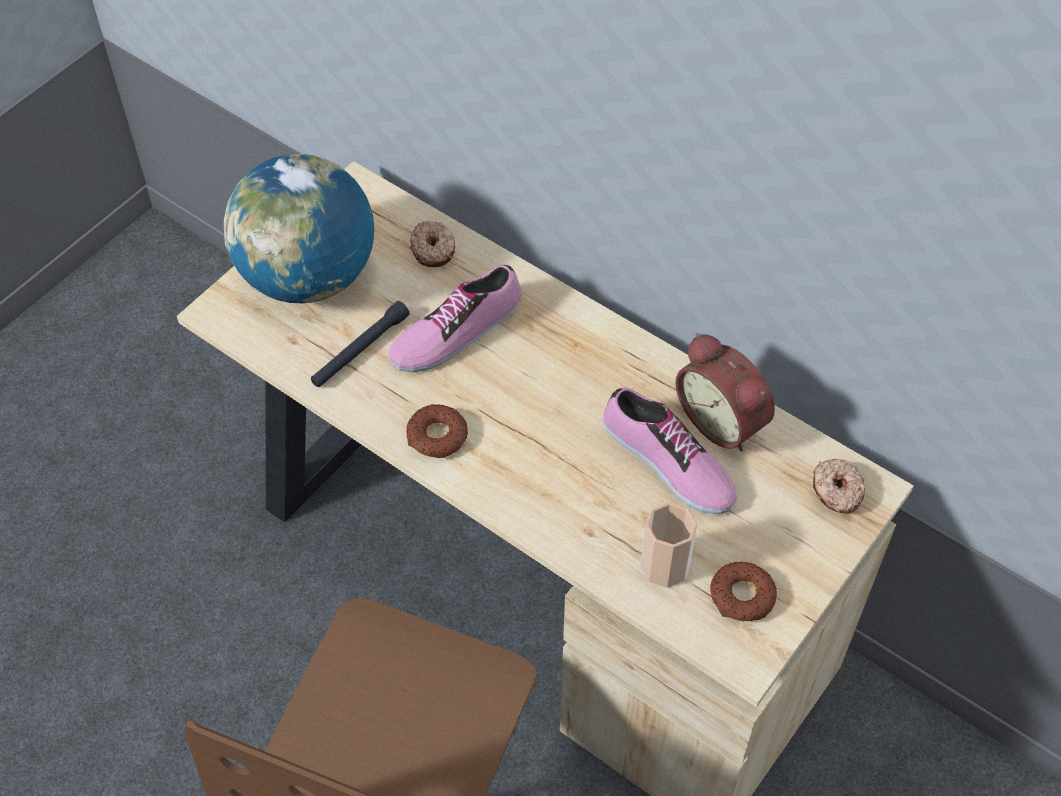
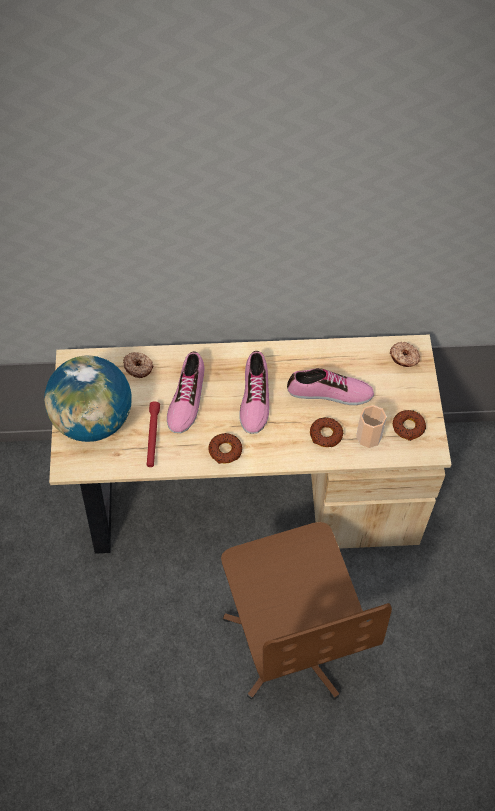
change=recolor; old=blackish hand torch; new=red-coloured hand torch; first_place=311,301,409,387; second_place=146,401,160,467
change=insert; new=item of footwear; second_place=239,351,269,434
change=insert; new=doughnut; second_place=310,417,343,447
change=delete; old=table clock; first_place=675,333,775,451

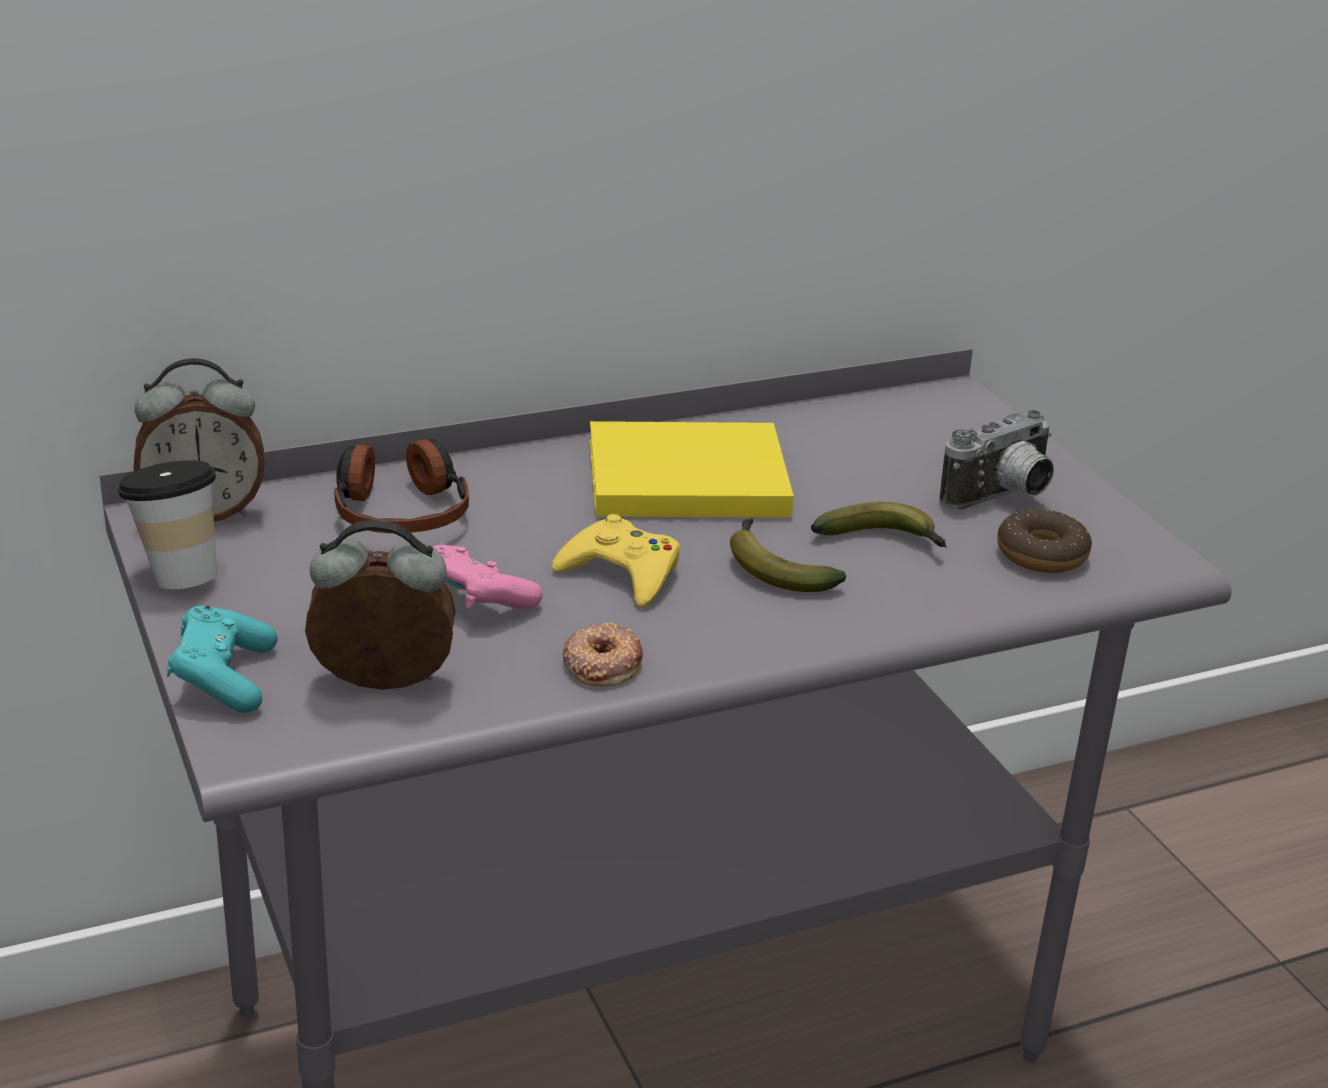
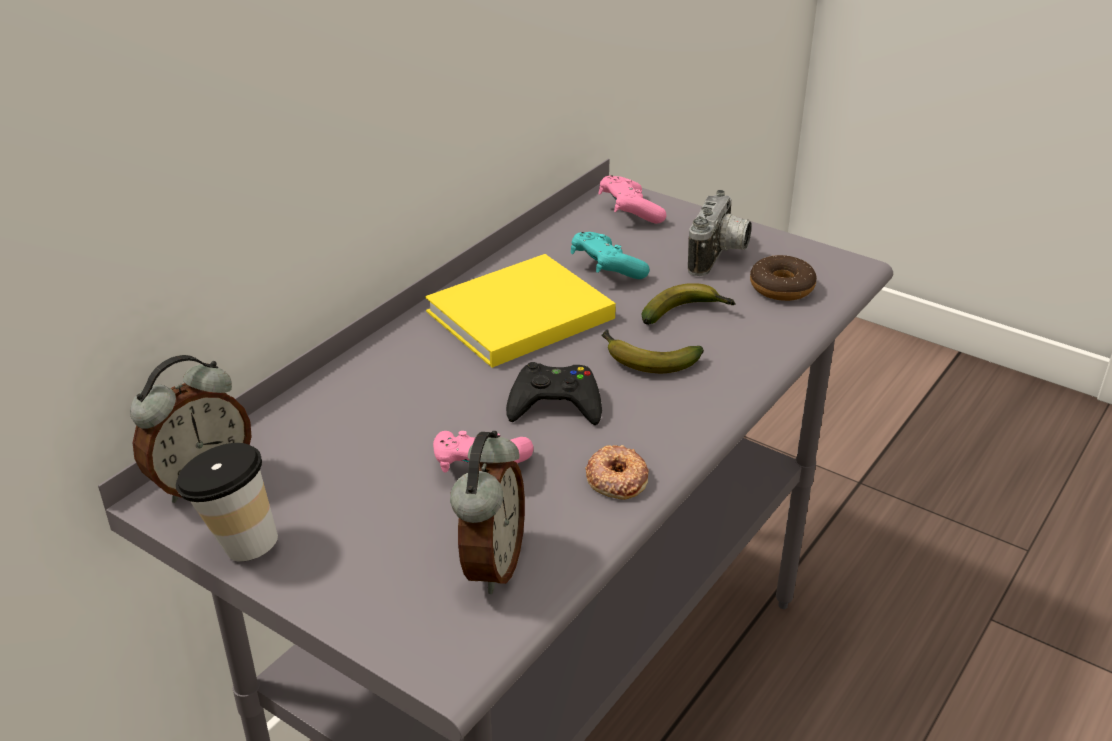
change=rotate; old=table clock; first_place=305,520,456,690; second_place=450,431,525,594; degrees=135
change=recolor; old=yellow-coloured game controller; new=blackish game controller; first_place=552,514,680,608; second_place=506,362,602,425
change=move; old=turquoise game controller; first_place=167,606,278,713; second_place=571,232,650,279
change=insert; new=pink-coloured game controller; second_place=599,175,666,224
change=delete; old=headset; first_place=334,439,469,533

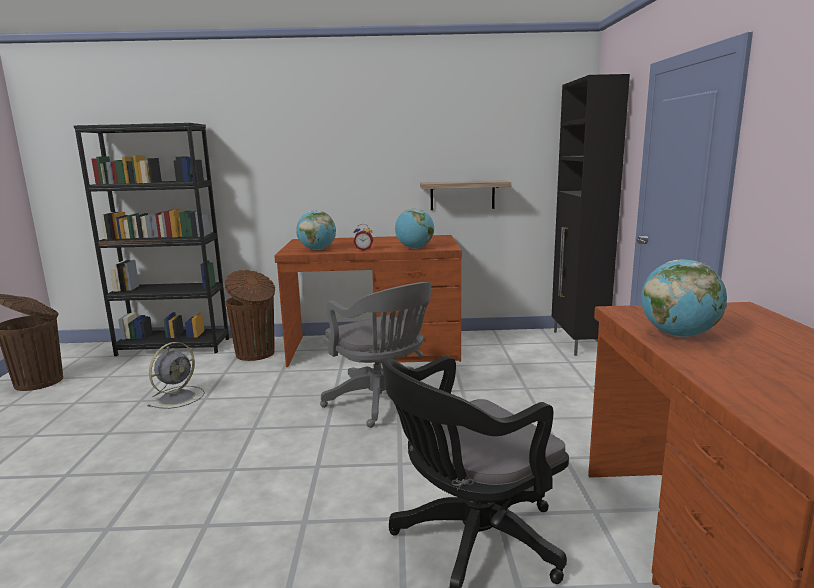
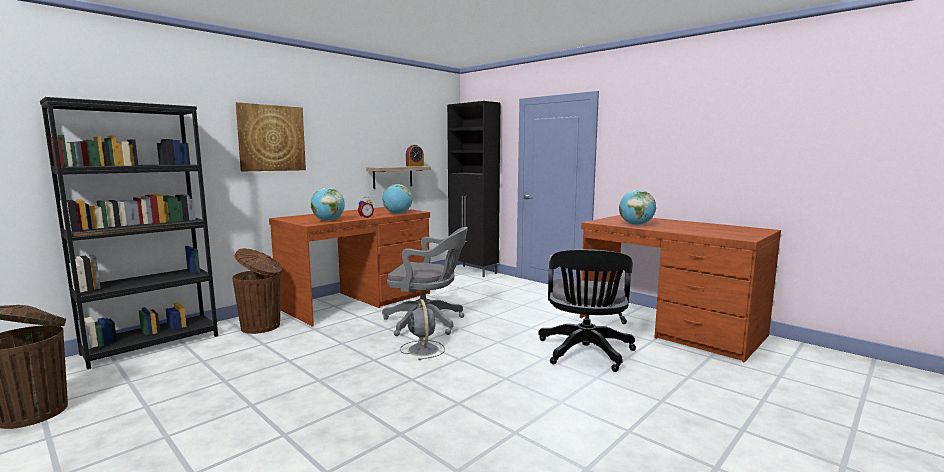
change=insert; new=wall art; second_place=236,102,306,171
change=move; old=grey fan; first_place=147,342,205,409; second_place=400,299,445,360
change=insert; new=table clock; second_place=406,145,424,167

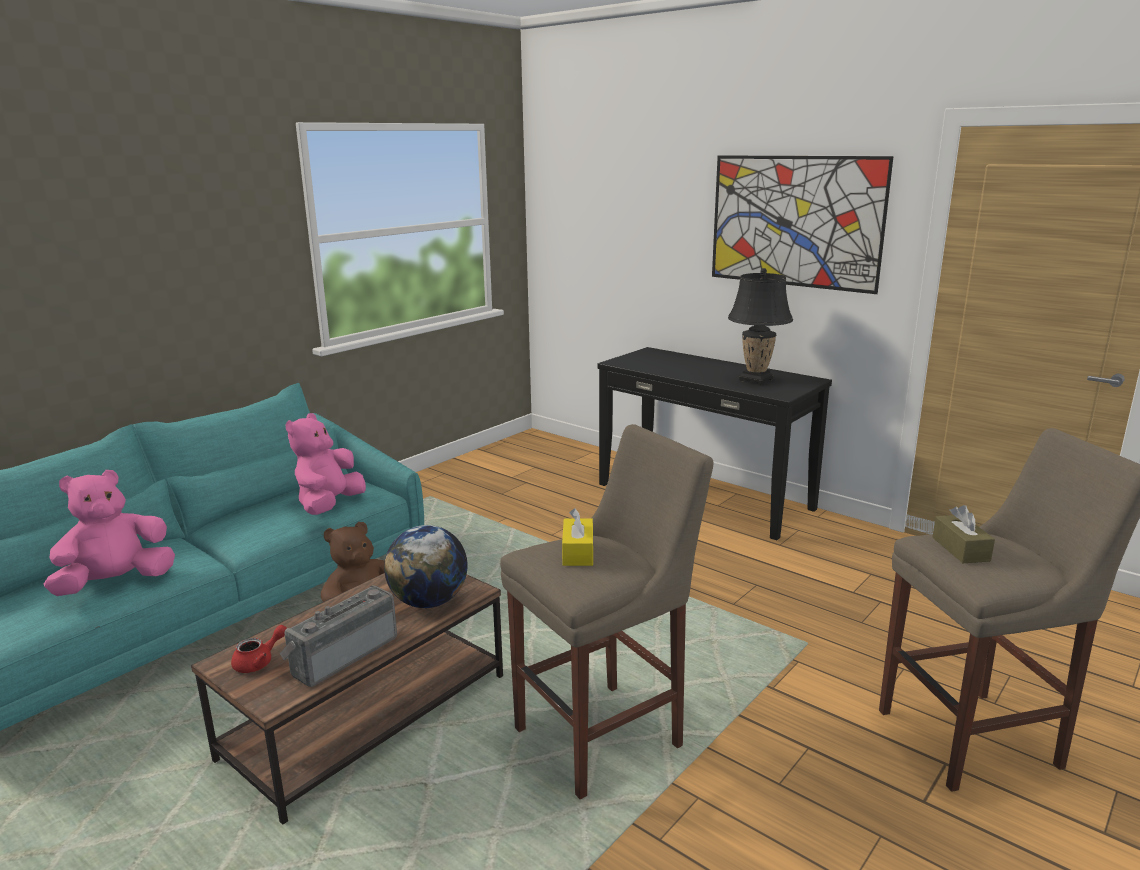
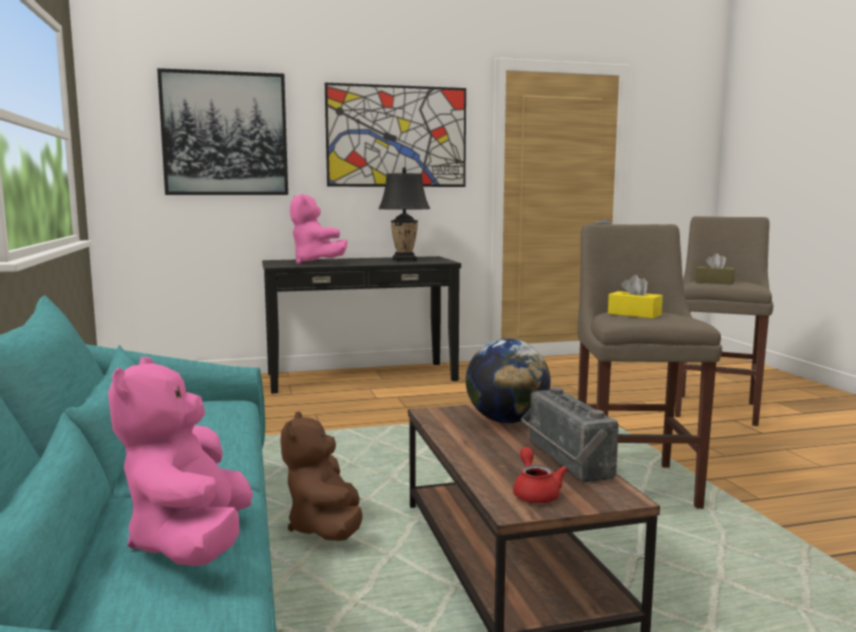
change=insert; new=wall art; second_place=157,68,288,195
change=move; old=pink-coloured soft toy; first_place=286,413,366,515; second_place=290,193,348,264

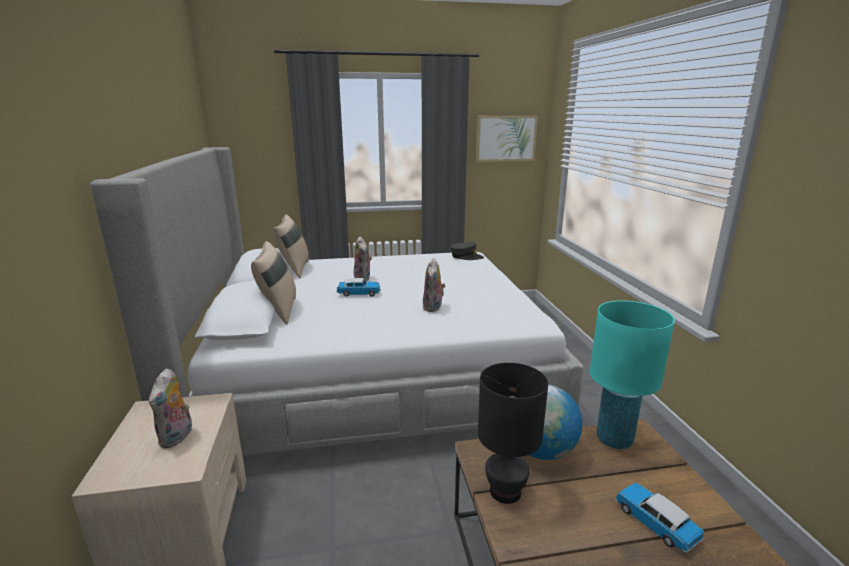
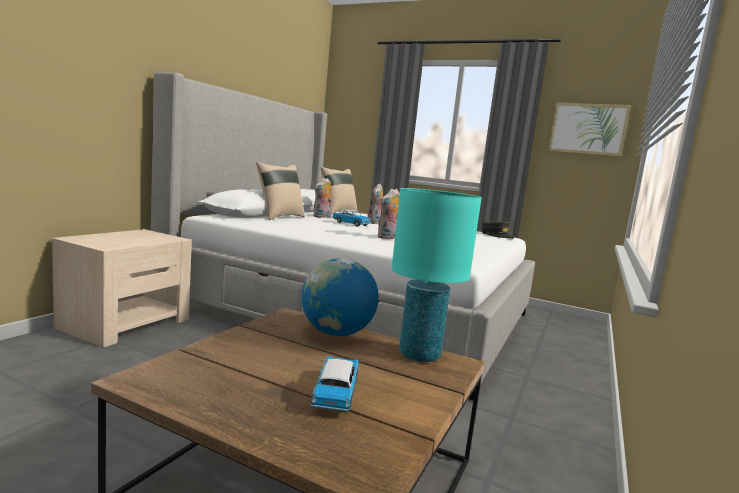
change=move; old=soft toy; first_place=148,368,192,448; second_place=313,178,331,218
change=delete; old=blackish tabletop lamp; first_place=478,363,548,504

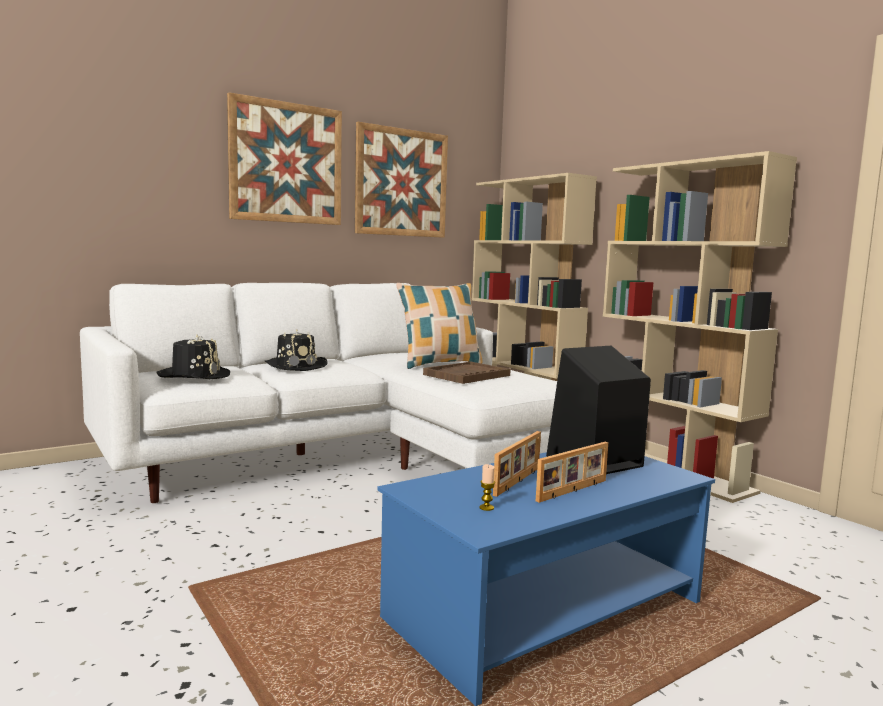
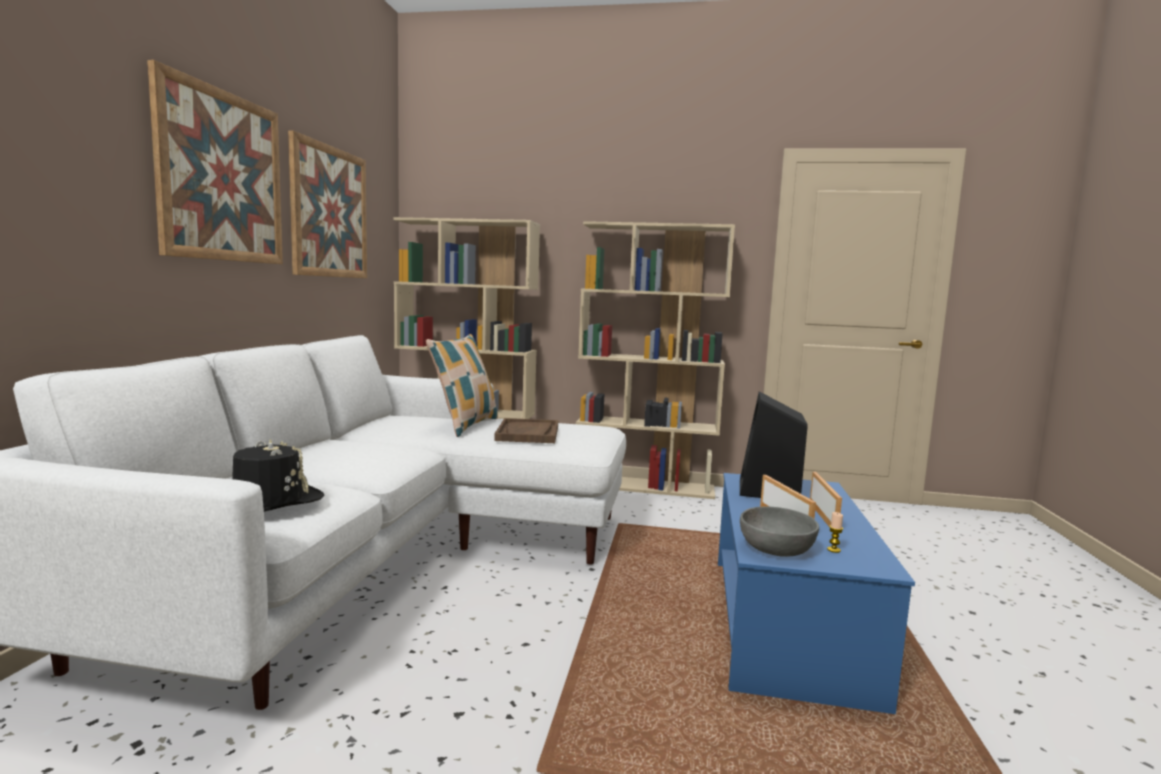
change=insert; new=grey bowl; second_place=740,507,819,557
change=delete; old=blackish clothing hat; first_place=264,330,328,371

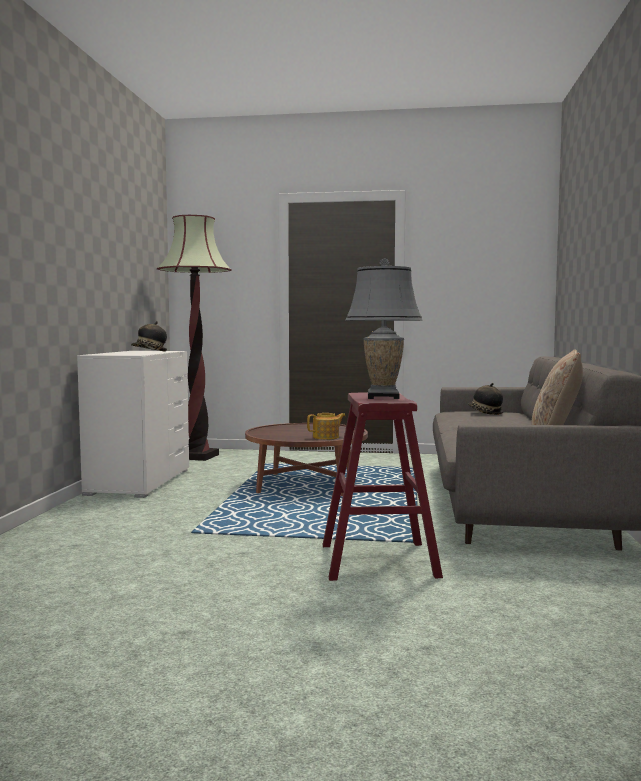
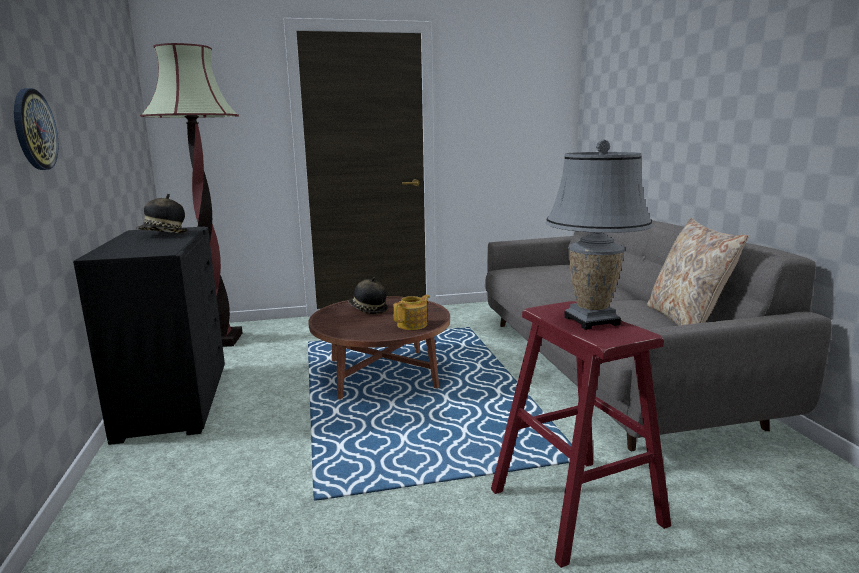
change=insert; new=hanging clock; second_place=14,88,59,170
change=recolor; old=whitish dresser; new=blackish dresser; first_place=77,351,189,498; second_place=73,227,225,445
change=move; old=clothing hat; first_place=468,383,503,415; second_place=348,277,388,314

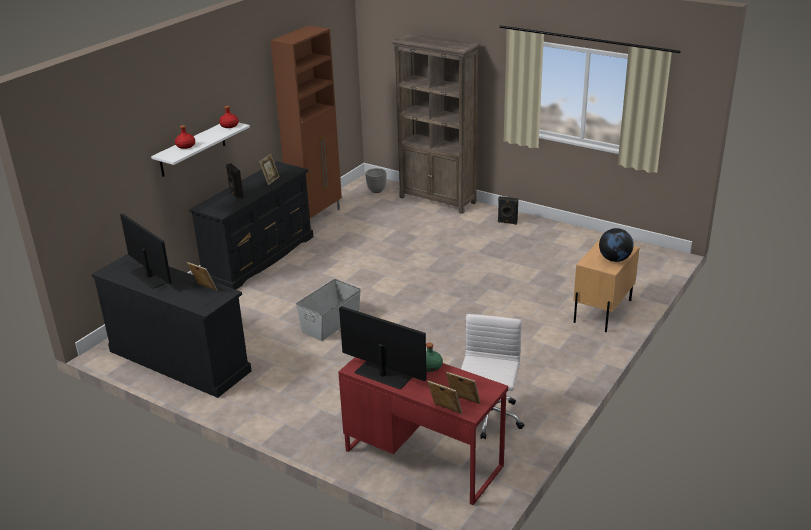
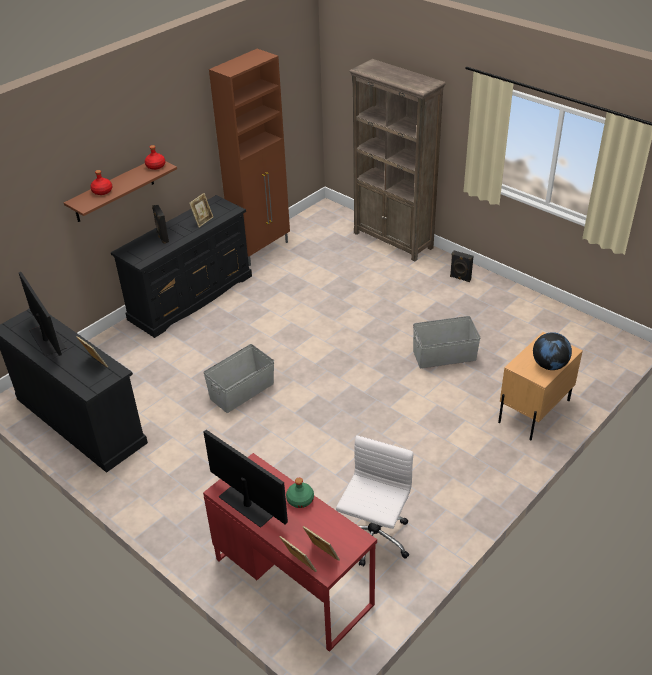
change=recolor; old=whitish wall shelf; new=brownish wall shelf; first_place=151,123,250,177; second_place=64,161,177,222
change=insert; new=grey storage box; second_place=413,316,481,368
change=delete; old=flower pot; first_place=365,168,386,193

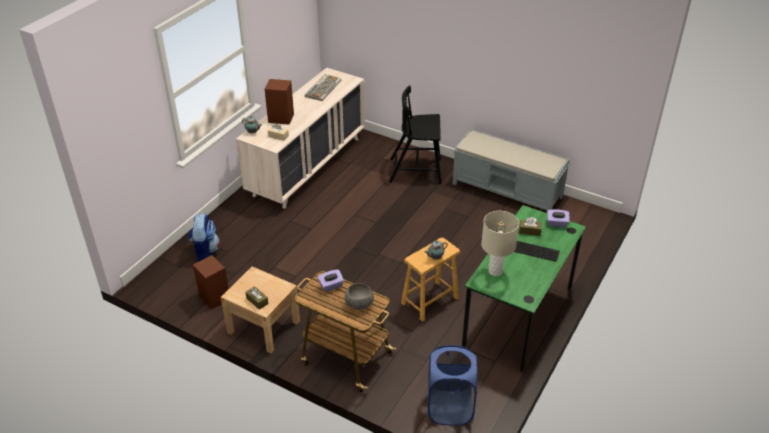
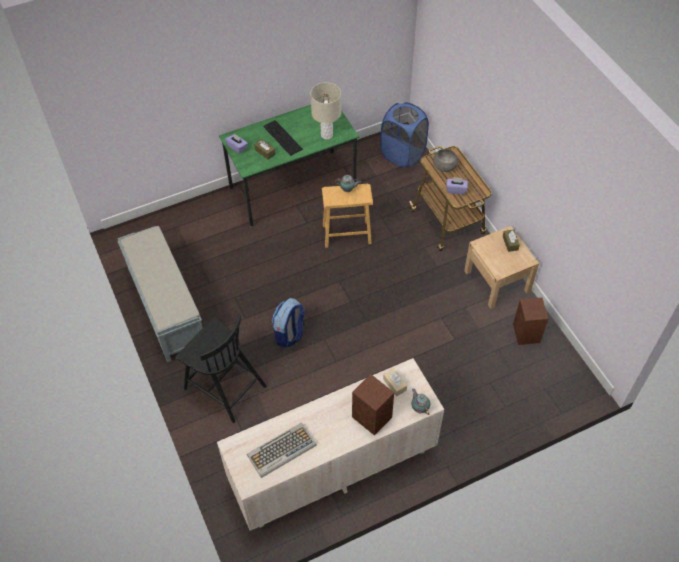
change=move; old=rucksack; first_place=188,213,220,262; second_place=272,298,305,348

